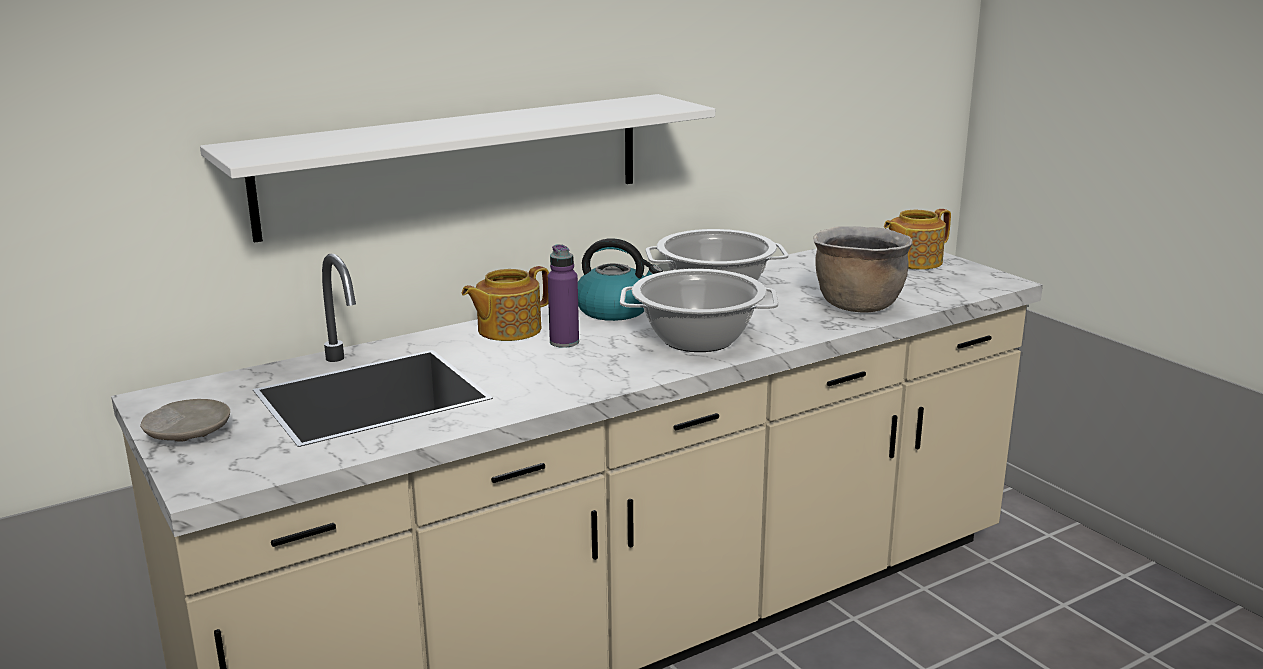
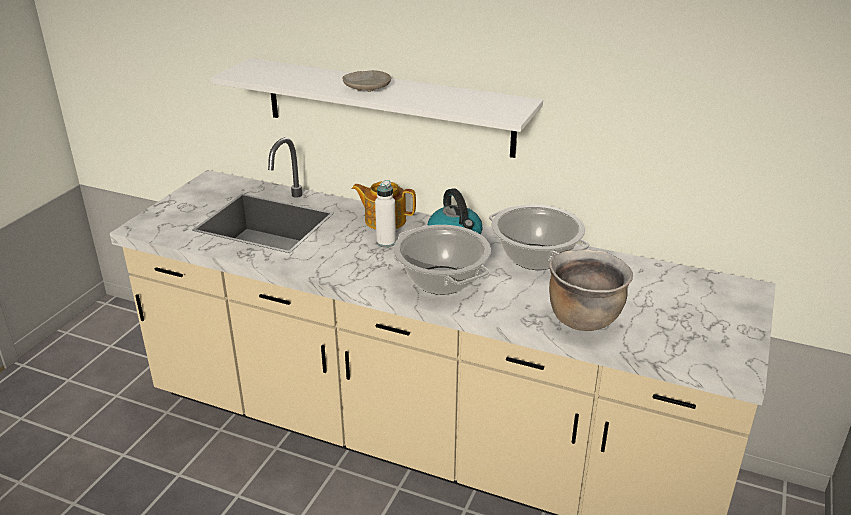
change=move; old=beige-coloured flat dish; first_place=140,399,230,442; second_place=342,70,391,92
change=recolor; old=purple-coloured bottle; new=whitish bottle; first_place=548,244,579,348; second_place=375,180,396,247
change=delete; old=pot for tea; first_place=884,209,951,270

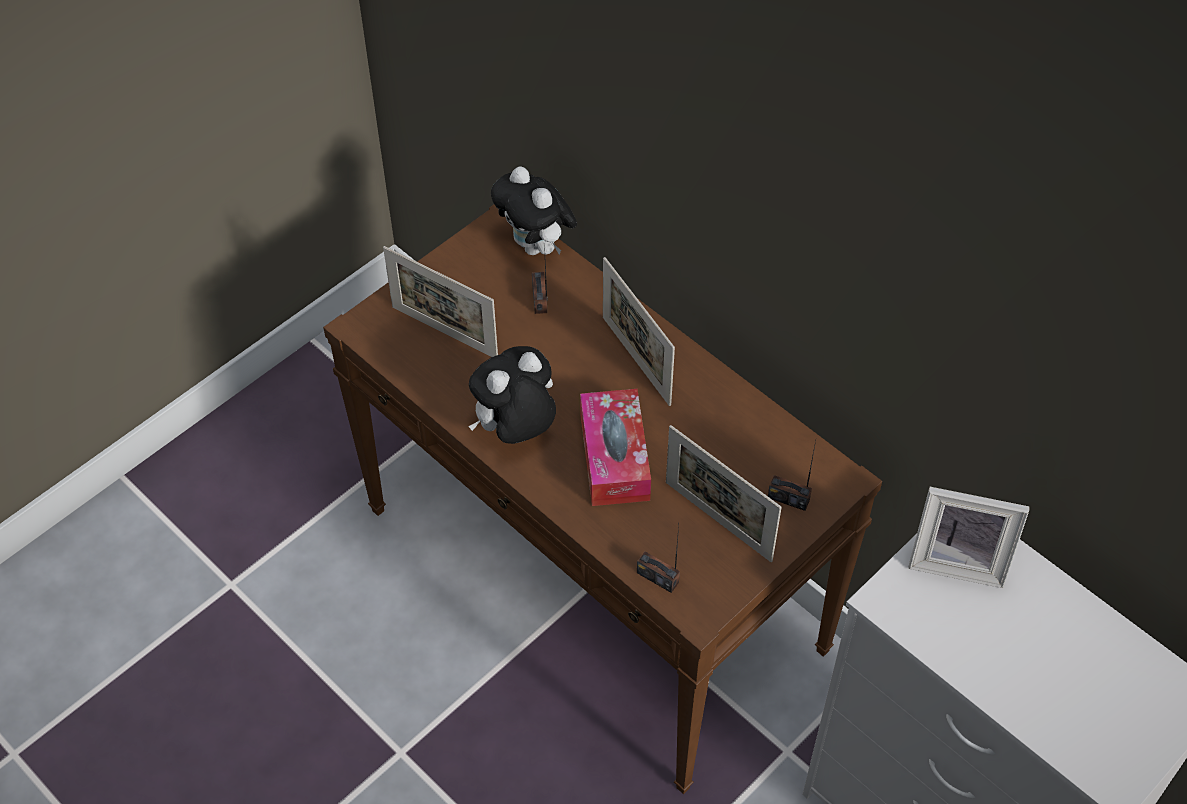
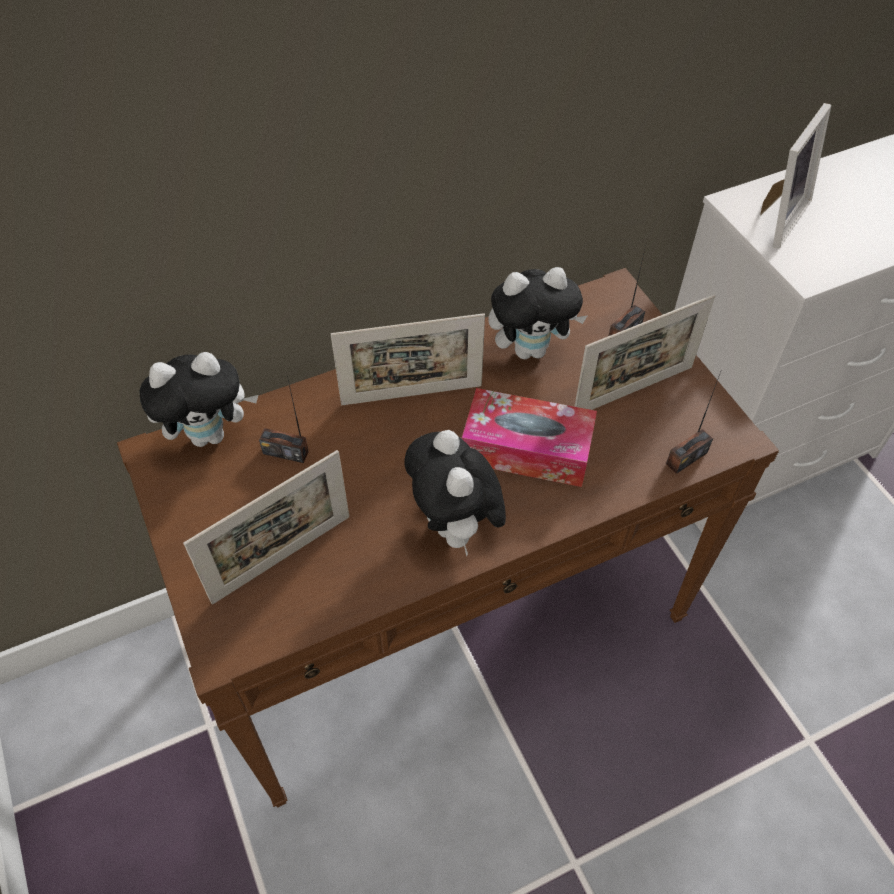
change=insert; new=soft toy; second_place=489,267,587,359

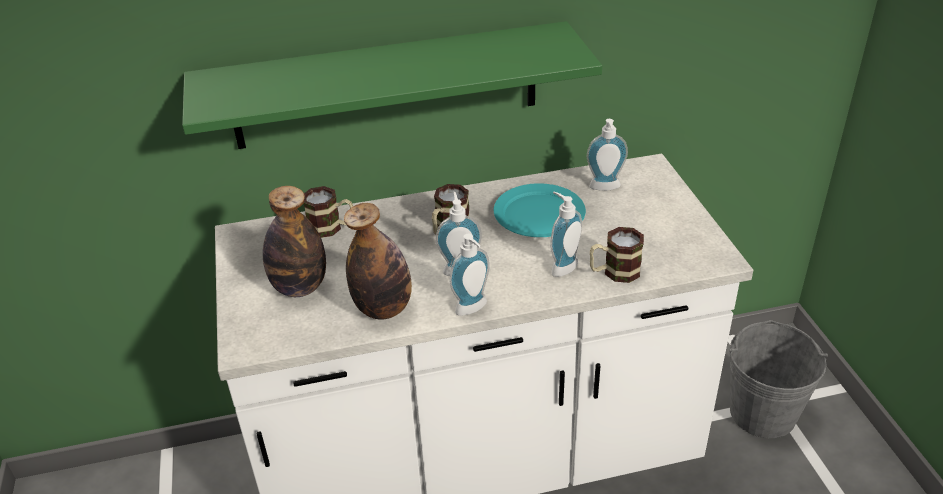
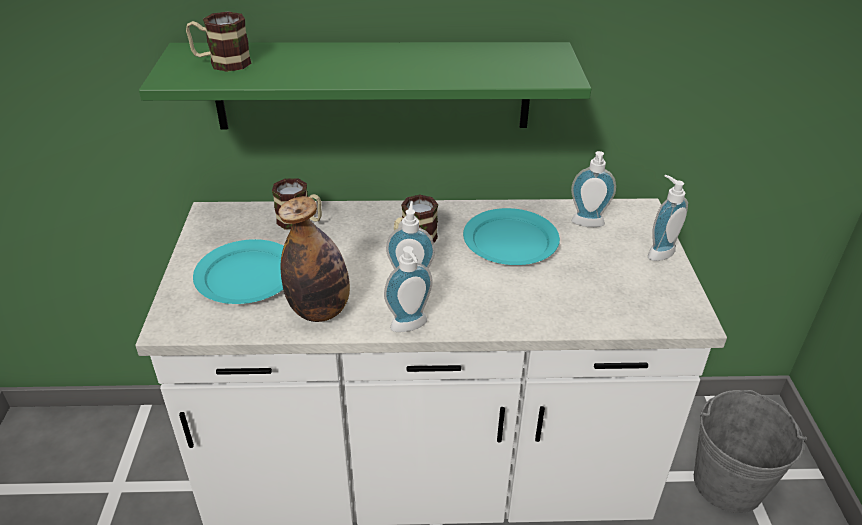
change=move; old=coffee mug; first_place=590,227,644,283; second_place=186,12,252,72
change=replace; old=bottle; new=turquoise flat dish; first_place=263,186,326,297; second_place=193,239,284,304
change=move; old=liquid soap bottle; first_place=550,192,582,277; second_place=648,175,688,261

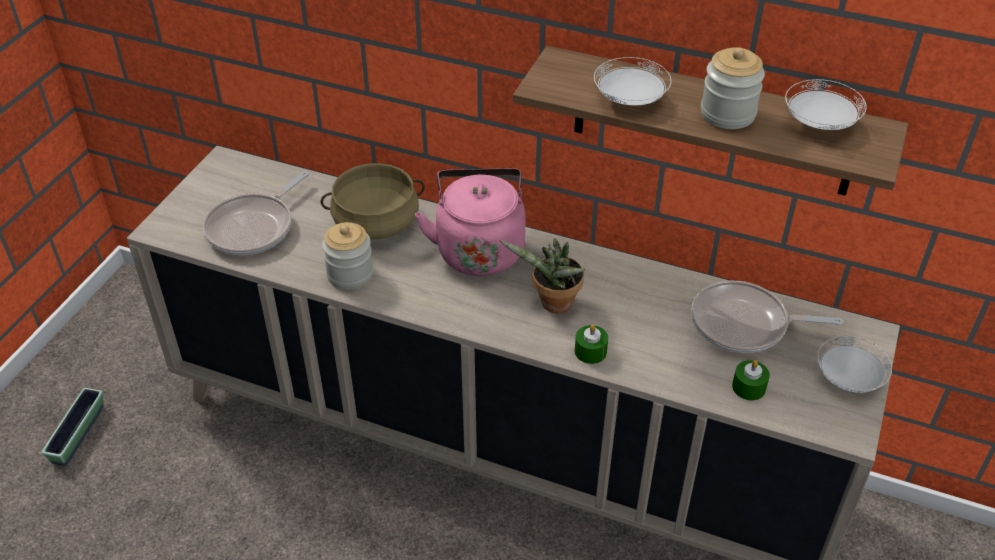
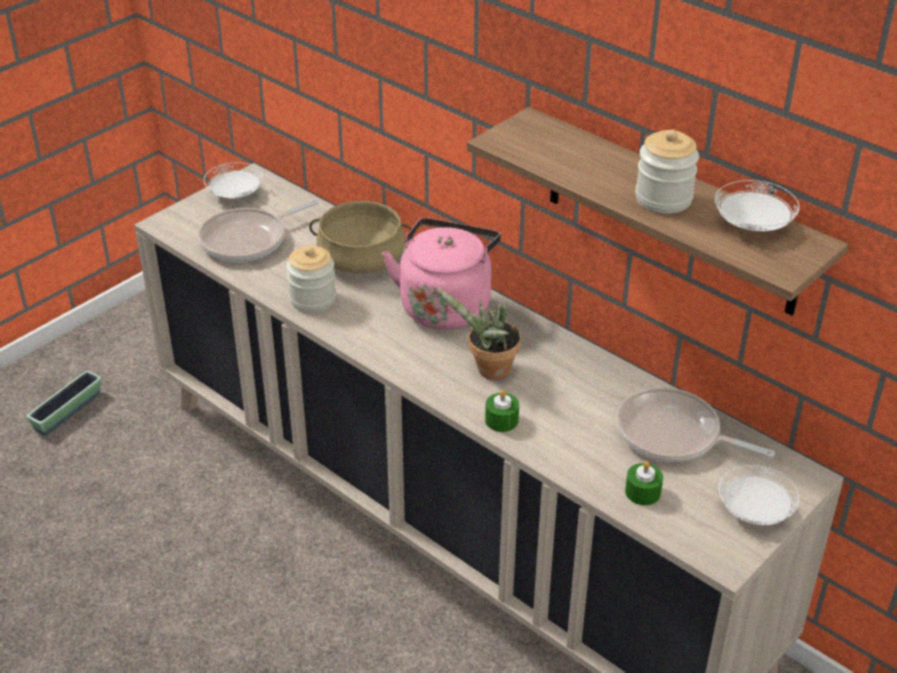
change=move; old=whitish flat dish; first_place=594,57,671,106; second_place=204,162,263,198

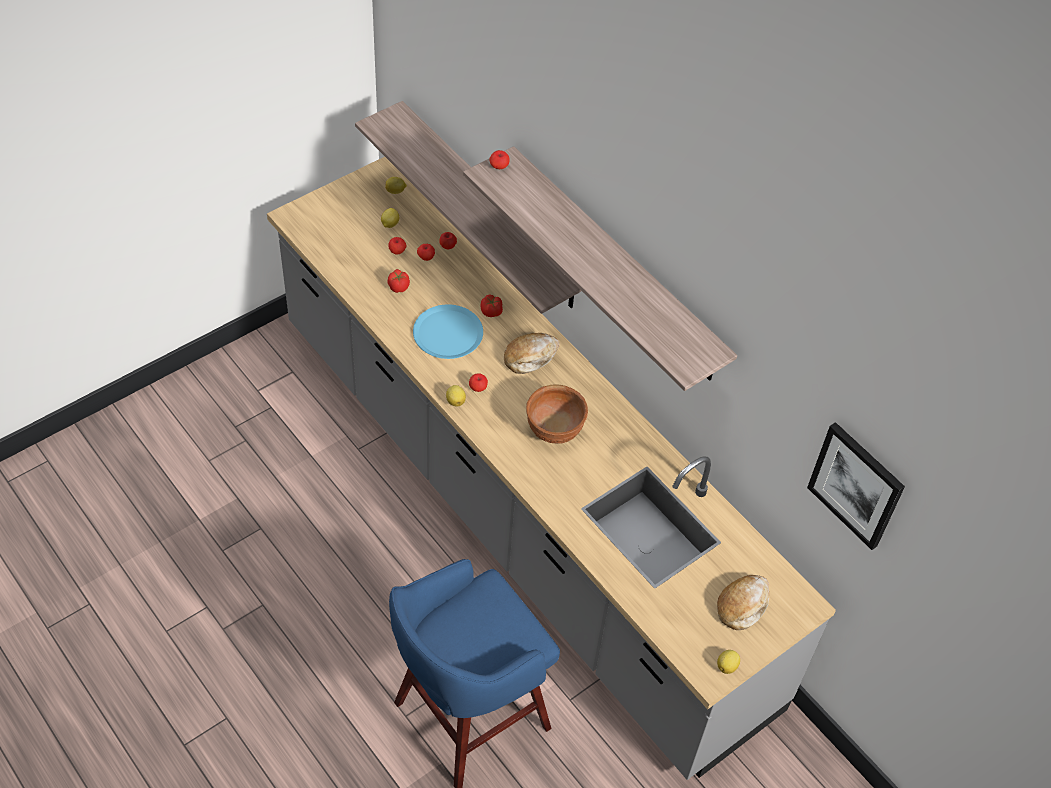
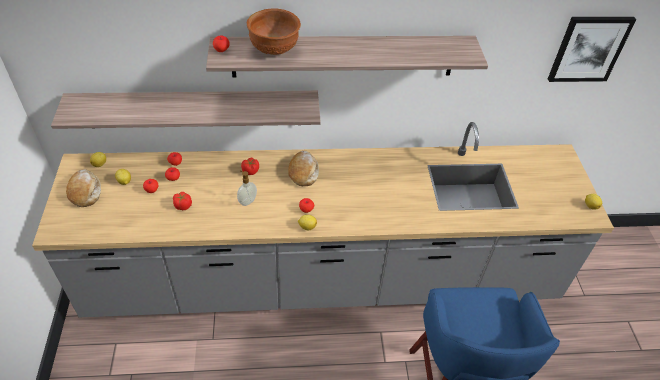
change=move; old=bread; first_place=717,575,769,630; second_place=66,169,101,207
change=replace; old=bluish flat dish; new=liquid soap bottle; first_place=413,304,483,359; second_place=237,170,257,206
change=move; old=brownish bowl; first_place=526,385,588,444; second_place=247,8,301,55

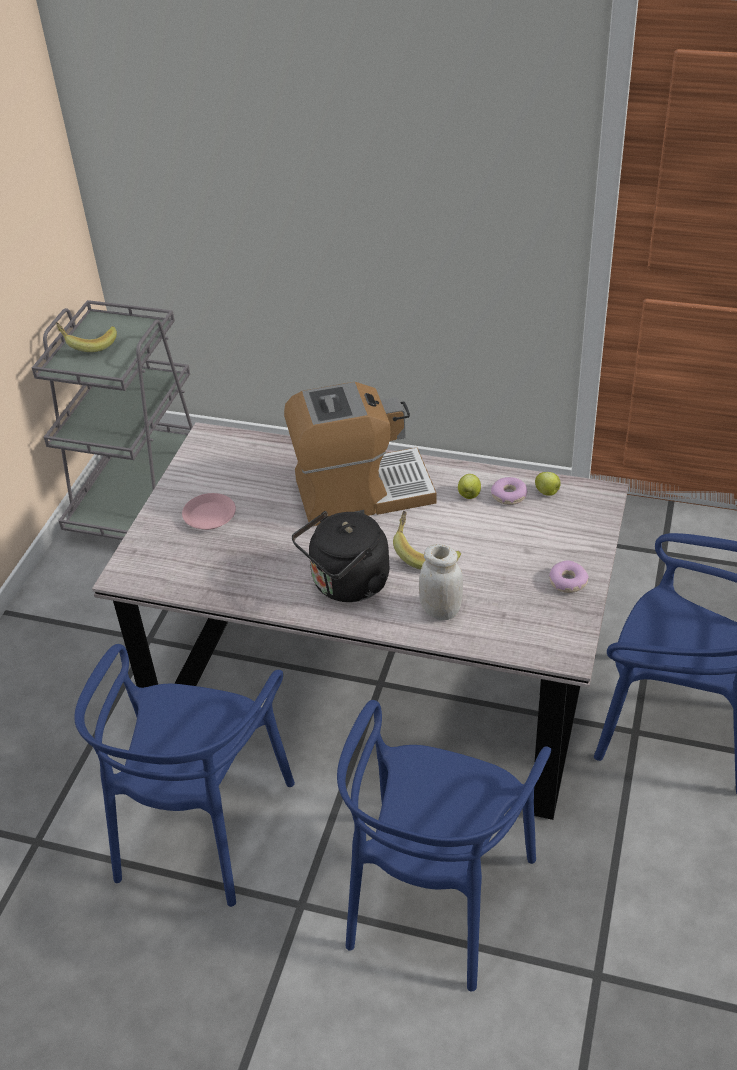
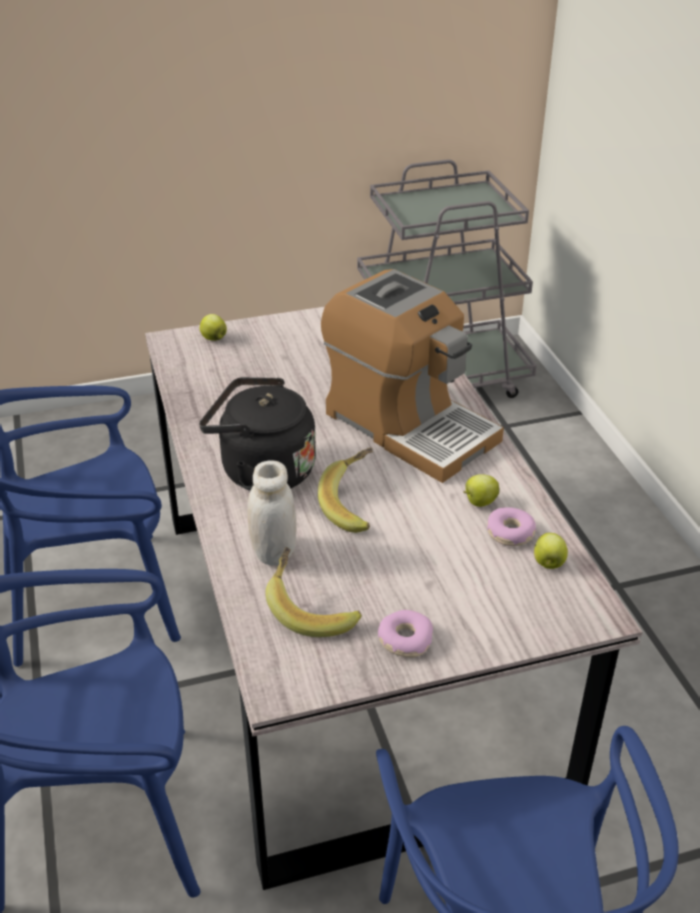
change=insert; new=apple; second_place=200,314,227,341
change=move; old=banana; first_place=55,322,117,352; second_place=266,547,362,637
change=delete; old=pink-coloured flat dish; first_place=182,493,236,530

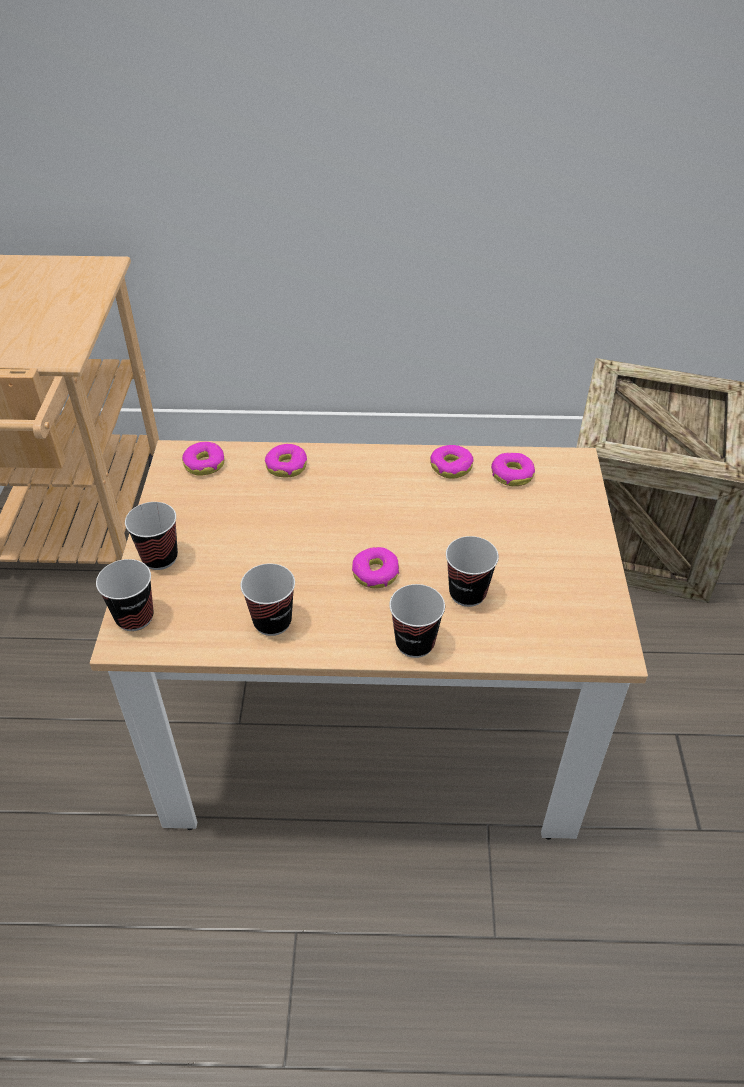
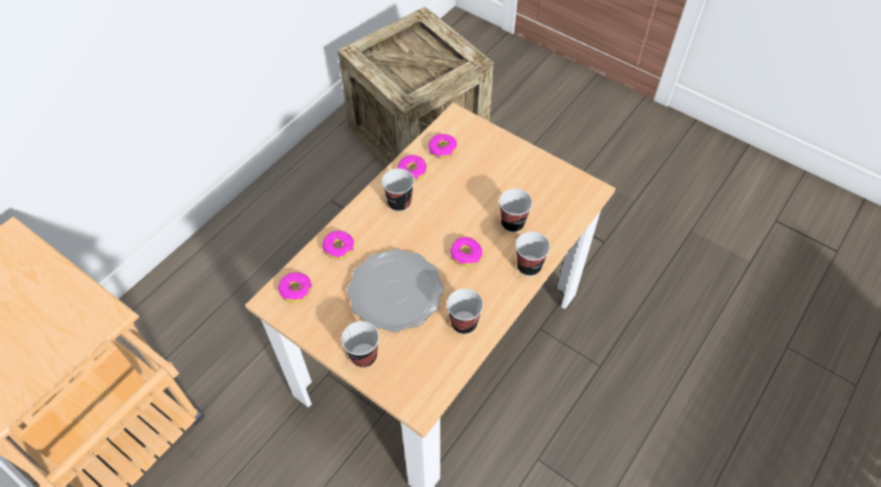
change=insert; new=flat dish; second_place=347,249,444,332
change=move; old=small cup; first_place=96,559,154,631; second_place=382,168,414,212

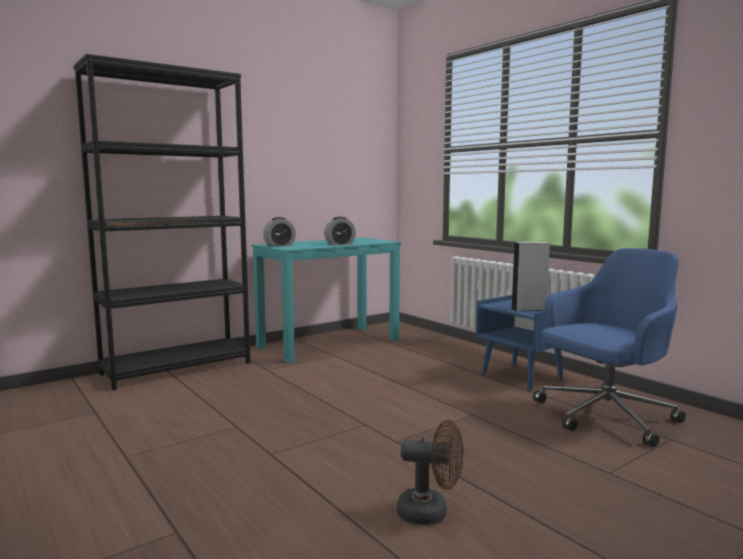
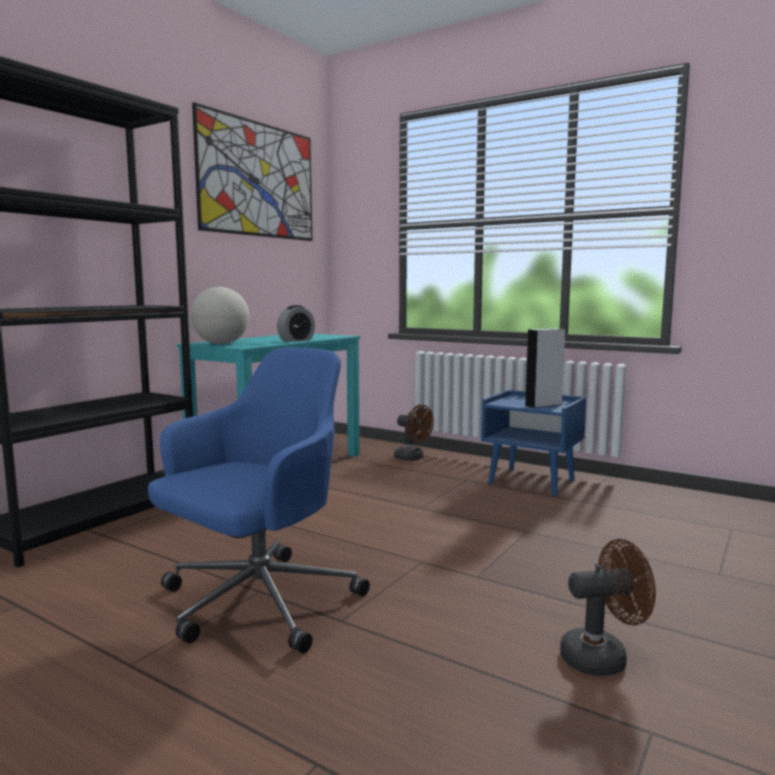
change=move; old=bluish computer chair; first_place=533,248,686,447; second_place=148,347,370,654
change=replace; old=table clock; new=desk globe; first_place=263,217,296,247; second_place=190,287,249,344
change=insert; new=wall art; second_place=192,102,312,241
change=insert; new=brownish fan; second_place=394,405,434,461

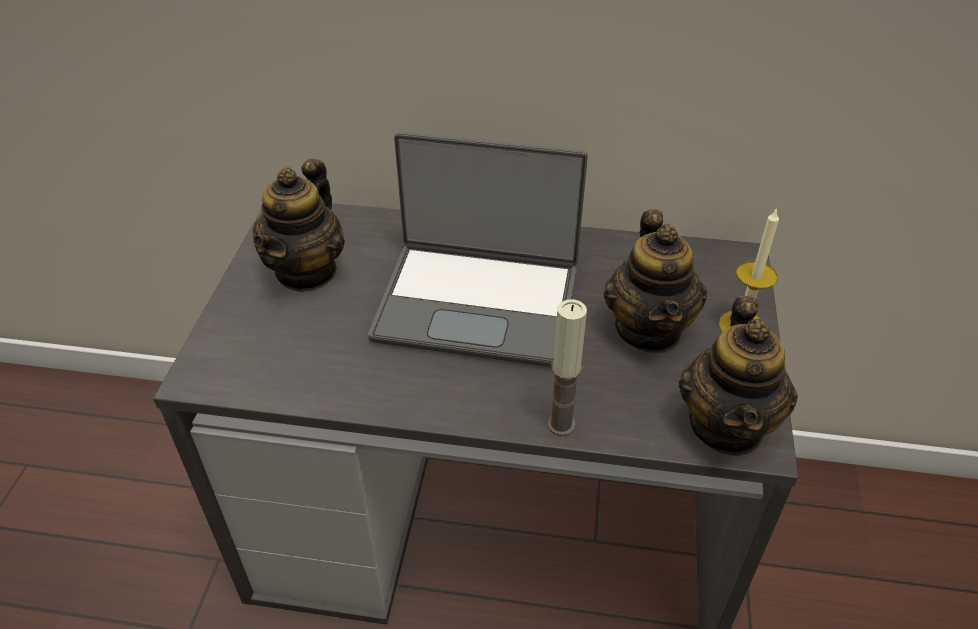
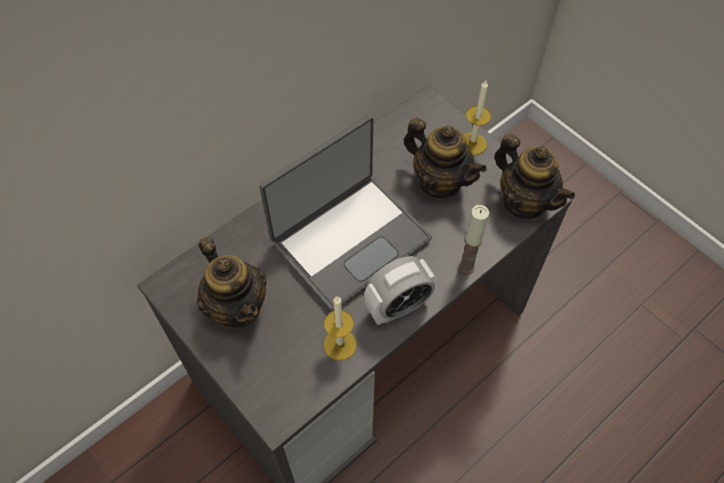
change=insert; new=candle; second_place=324,296,357,360
change=insert; new=table clock; second_place=364,256,437,325

